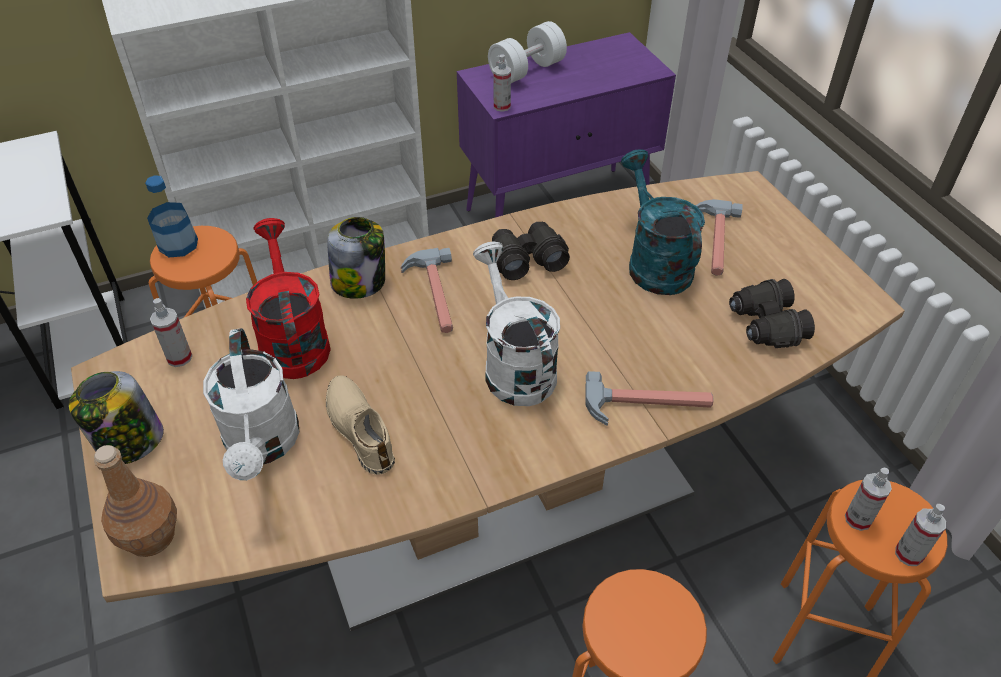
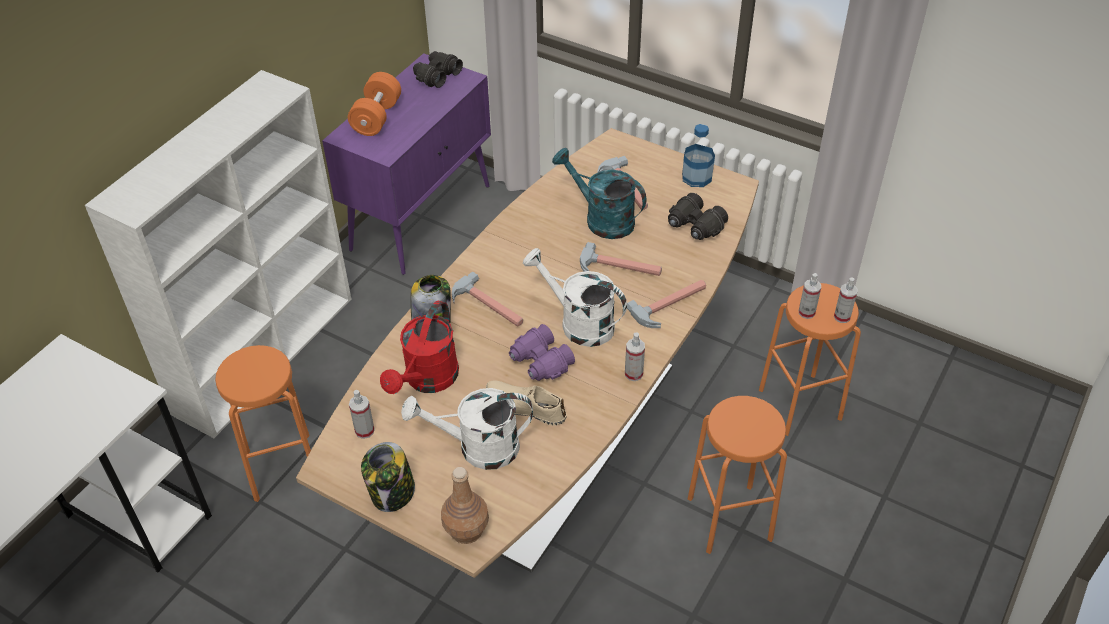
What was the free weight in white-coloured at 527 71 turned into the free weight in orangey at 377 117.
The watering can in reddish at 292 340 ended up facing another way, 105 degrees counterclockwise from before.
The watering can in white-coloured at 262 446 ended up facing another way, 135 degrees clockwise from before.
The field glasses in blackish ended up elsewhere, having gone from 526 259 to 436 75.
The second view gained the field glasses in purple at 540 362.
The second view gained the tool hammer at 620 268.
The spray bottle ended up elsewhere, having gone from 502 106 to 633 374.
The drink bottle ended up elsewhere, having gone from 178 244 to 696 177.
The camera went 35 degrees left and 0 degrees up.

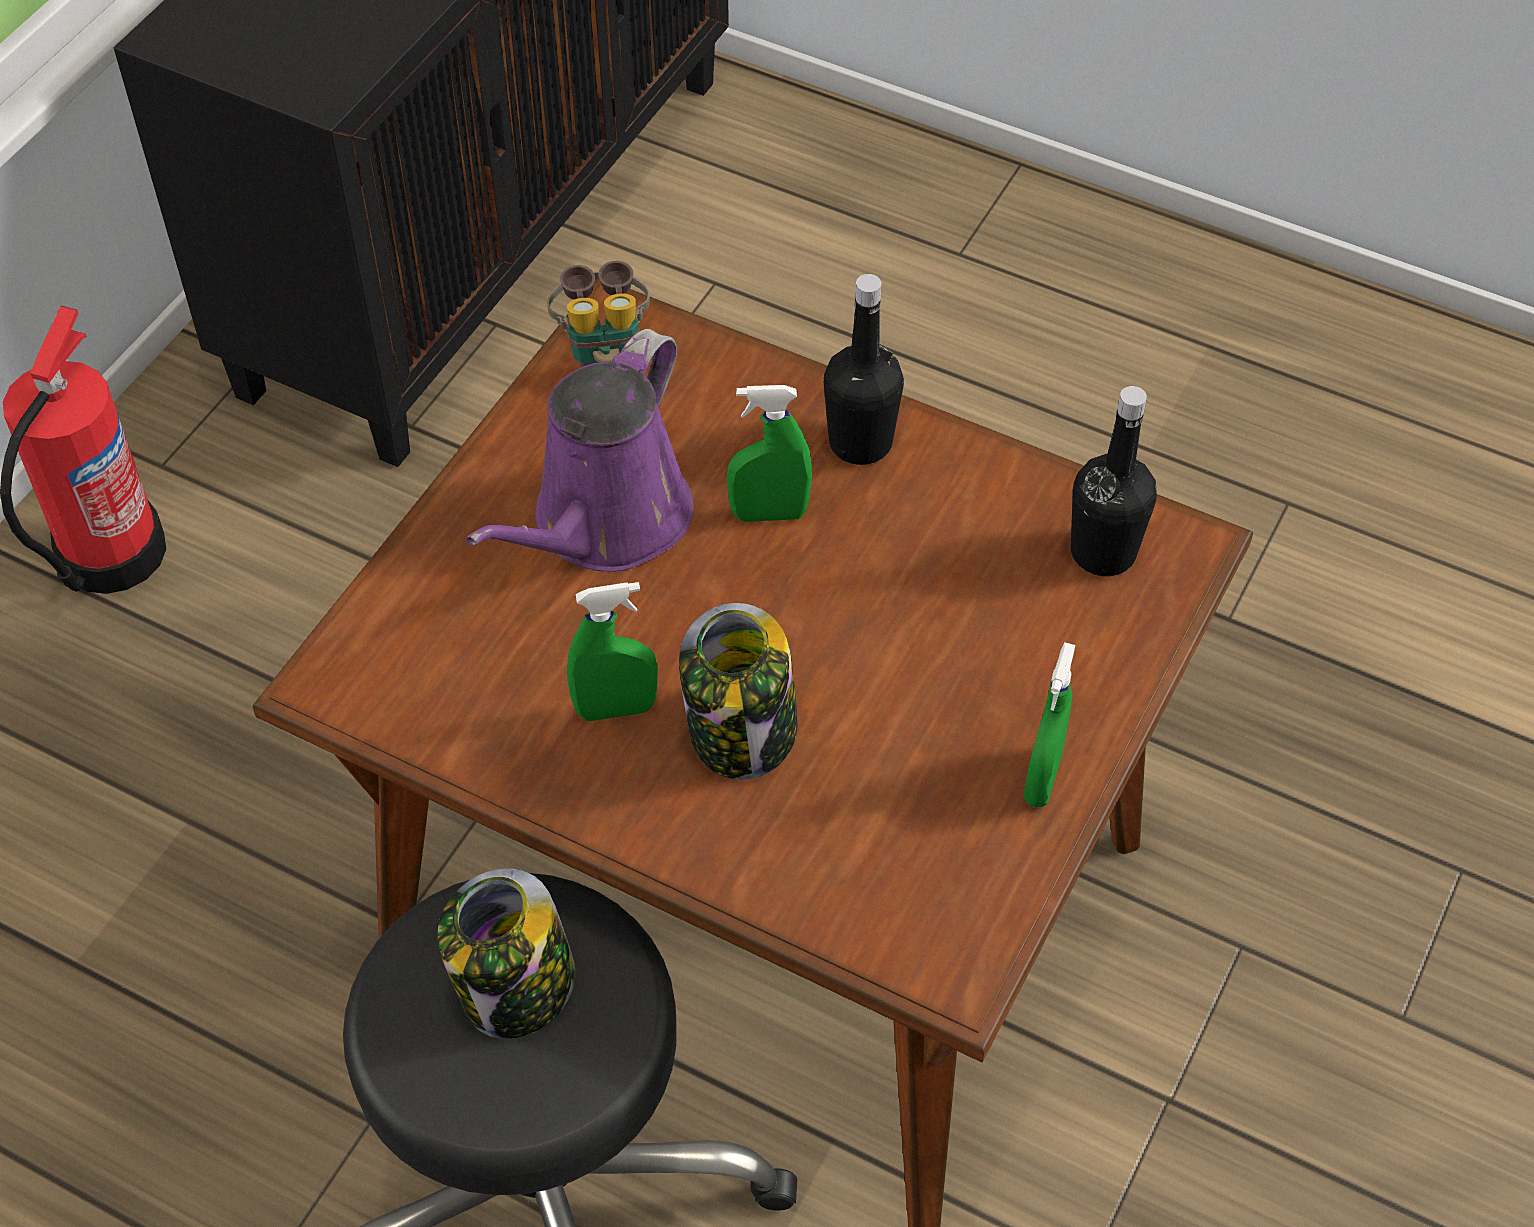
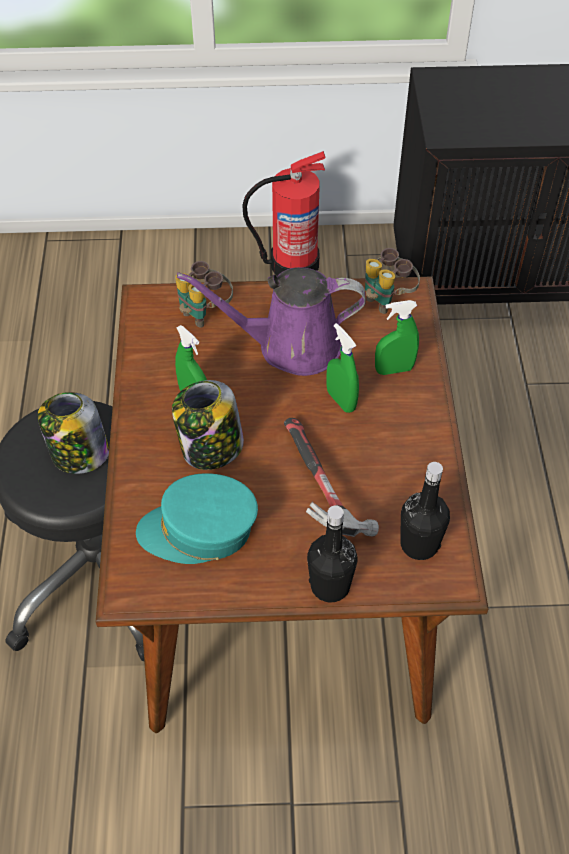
The second view gained the peaked cap in turquoise at 199 530.
The second view gained the field glasses at 204 312.
The second view gained the tool hammer at 321 491.
The drink bottle in blackish ended up elsewhere, having gone from 860 442 to 330 585.
The spray bottle in green-coloured ended up elsewhere, having gone from 1042 778 to 394 369.
The camera went 60 degrees right and 0 degrees up.

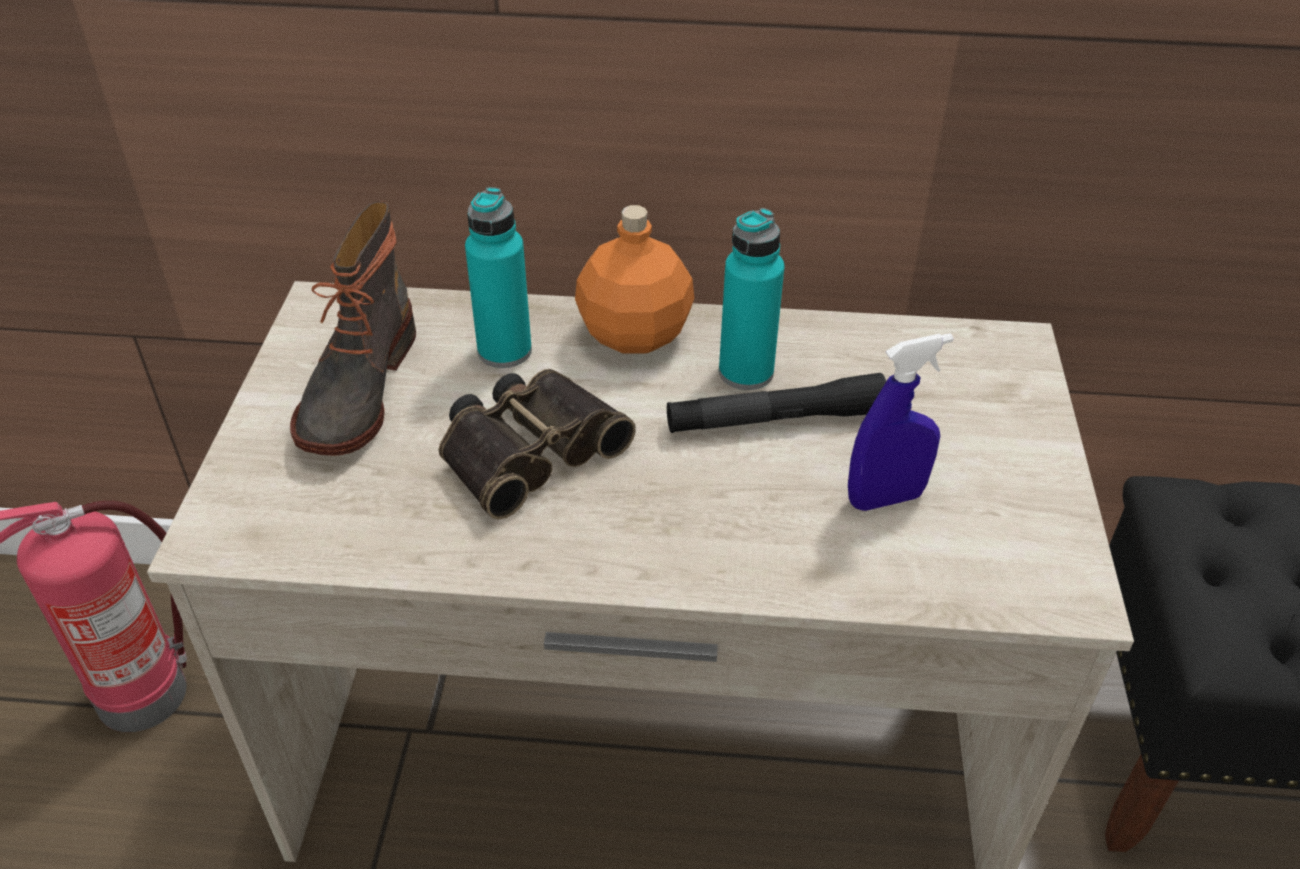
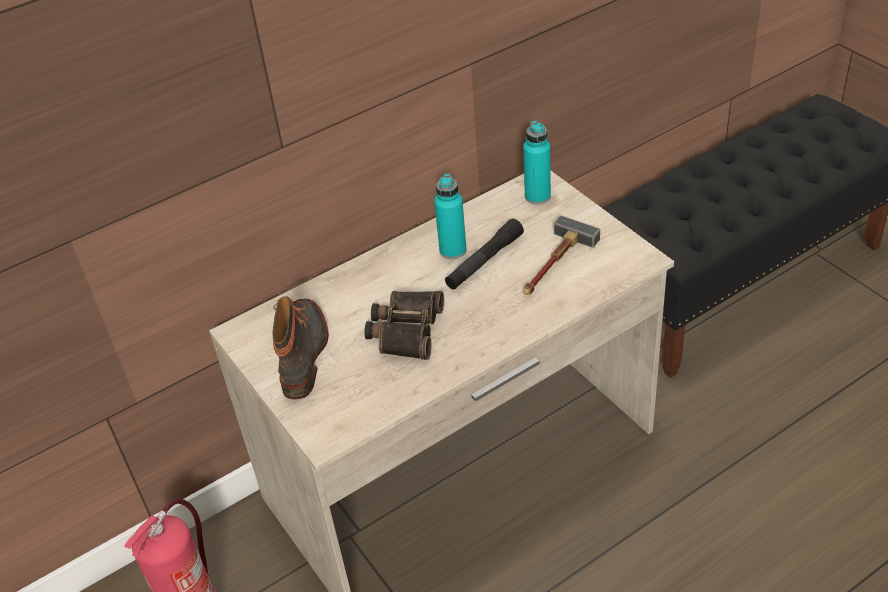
The high-top boot at 356 389 ended up facing another way, 150 degrees counterclockwise from before.
The drink bottle in turquoise ended up elsewhere, having gone from 504 351 to 537 196.
Where the spray bottle in bluish stood at 885 498, the tool hammer came to stand at 553 265.
The second view lost the drink bottle in orangey at 635 335.
The camera went 35 degrees left and 0 degrees up.

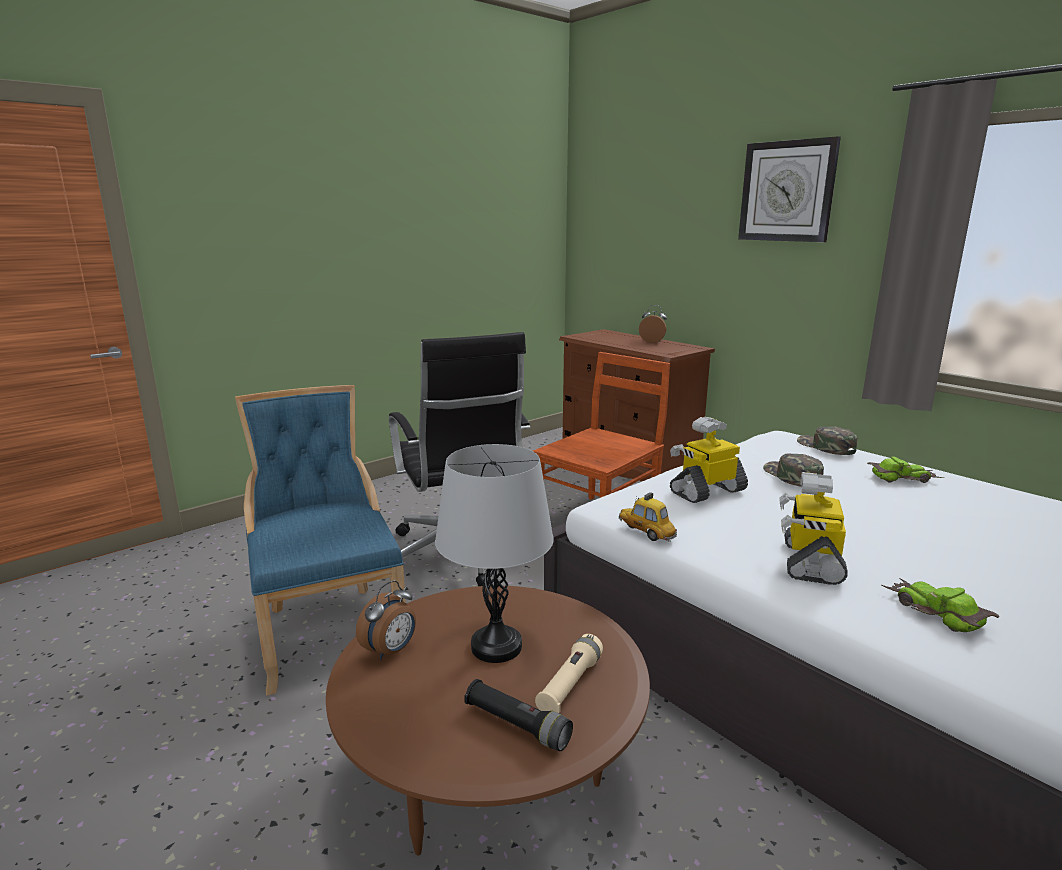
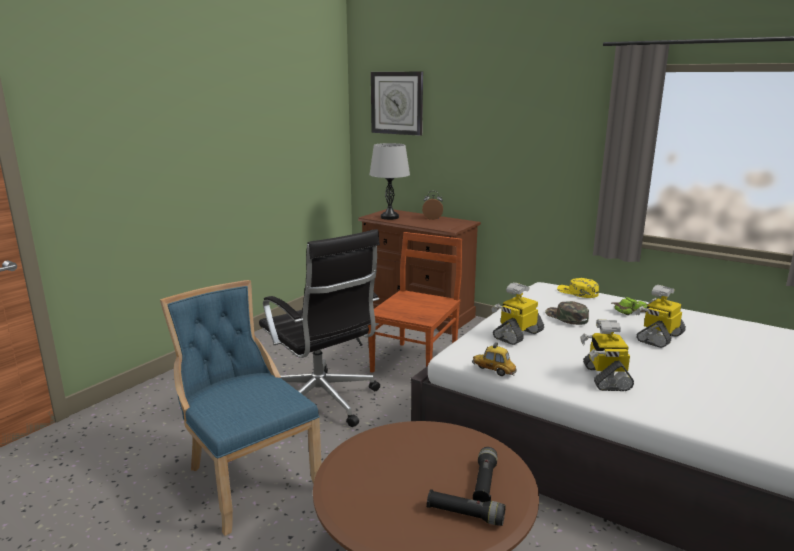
The table lamp in grey ended up elsewhere, having gone from 496 646 to 389 217.
The hanging clock ended up elsewhere, having gone from 787 191 to 397 103.
What was the torch in sand-coloured at 570 684 turned into the torch in blackish at 484 483.
What was the peaked cap in green-coloured at 825 446 turned into the peaked cap in yellow-coloured at 577 292.
The second view gained the toy robot at 659 337.
The second view lost the bedside clock at 391 651.
The second view lost the model car at 935 611.
The camera went 15 degrees left and 0 degrees up.

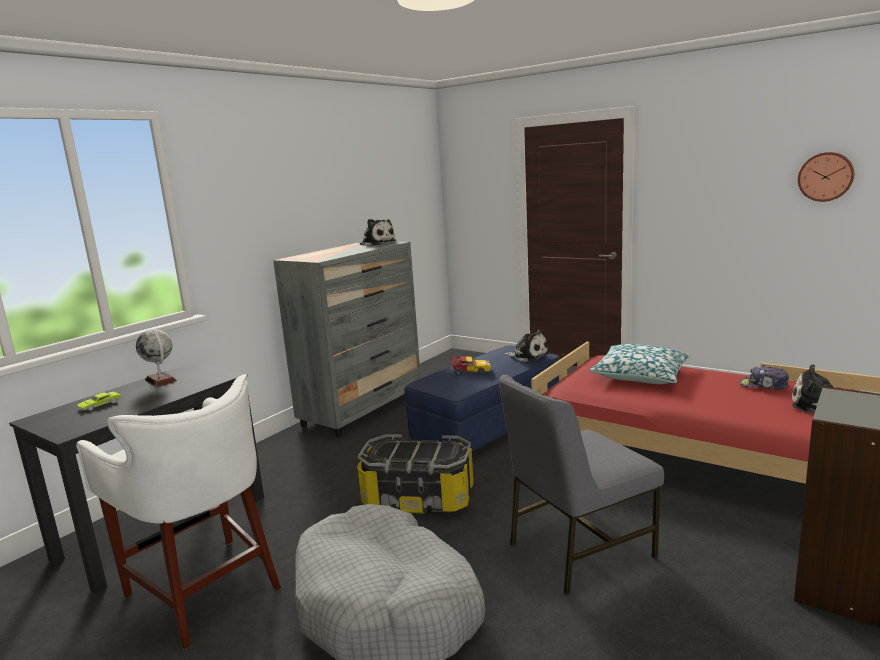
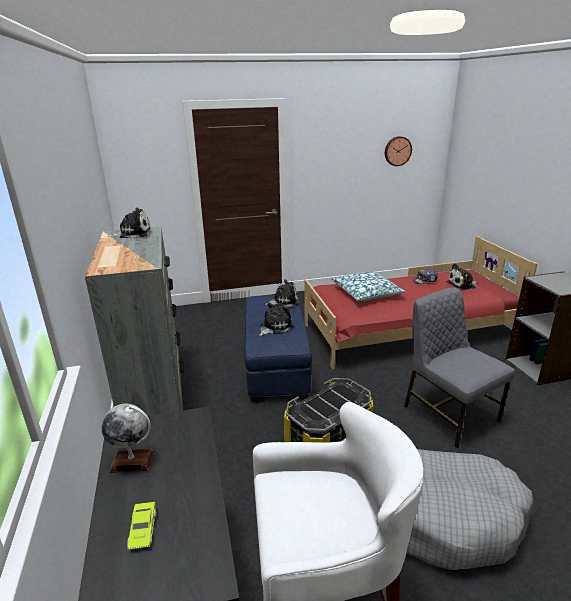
Where the model car stood at 470 371, the plush toy came to stand at 274 327.
The chair in grey at 577 550 ended up facing another way, 135 degrees clockwise from before.
The camera went 50 degrees left and 10 degrees up.

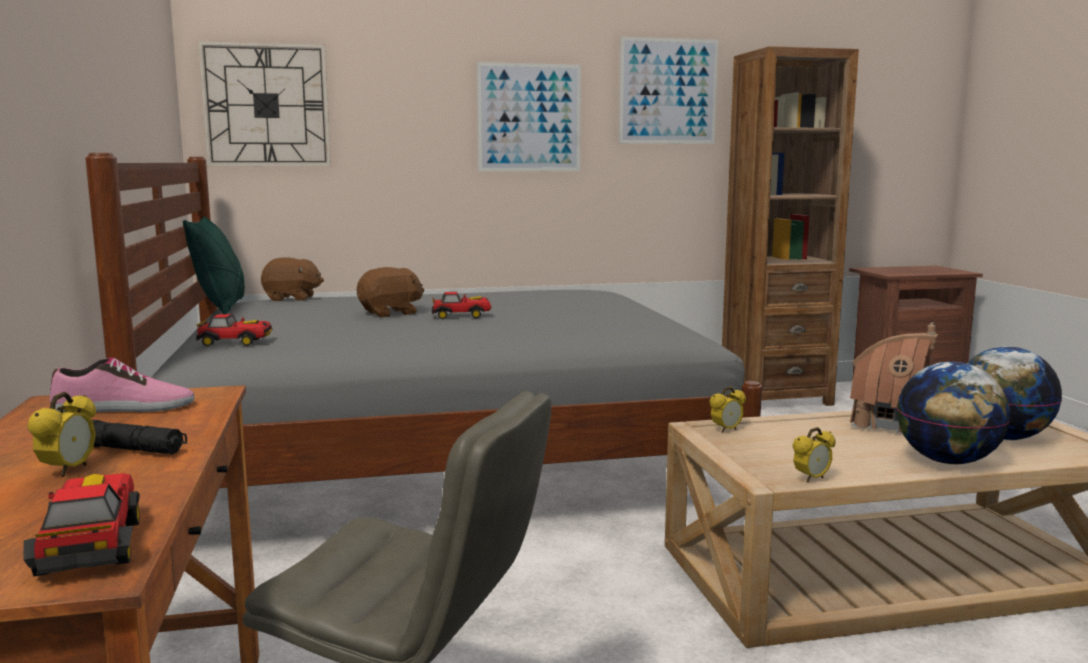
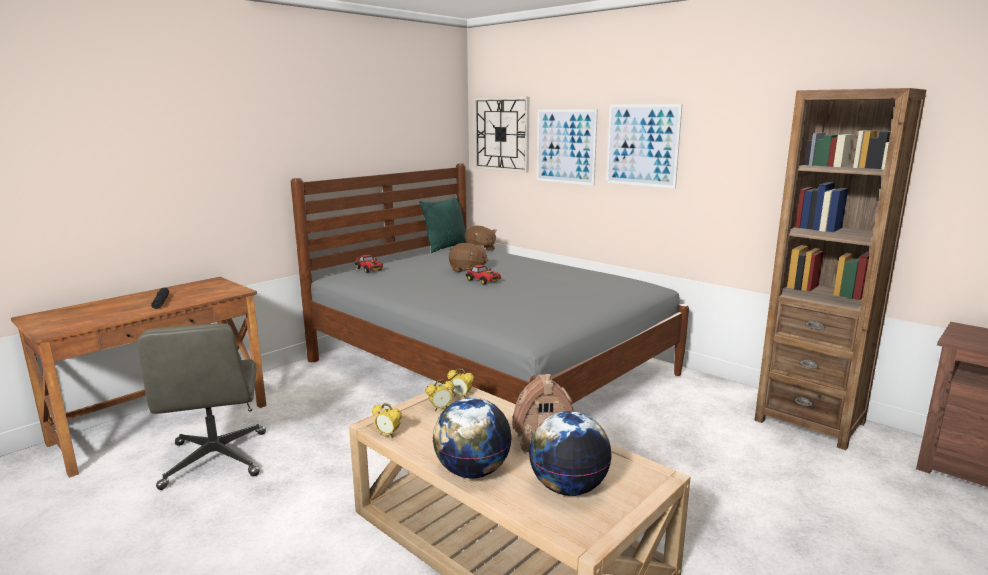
The bedside clock ended up elsewhere, having gone from 69 471 to 440 408.
The wall picture ended up elsewhere, having gone from 668 91 to 566 146.
The second view lost the model car at 92 545.
The second view lost the low shoe at 124 408.
The camera went 55 degrees right and 5 degrees up.

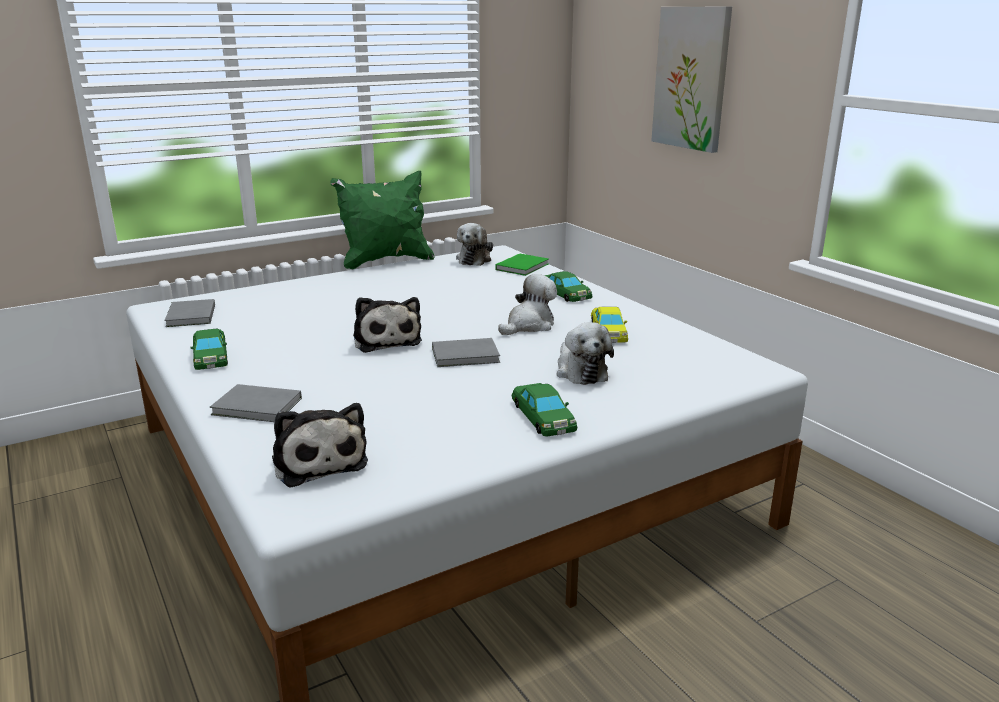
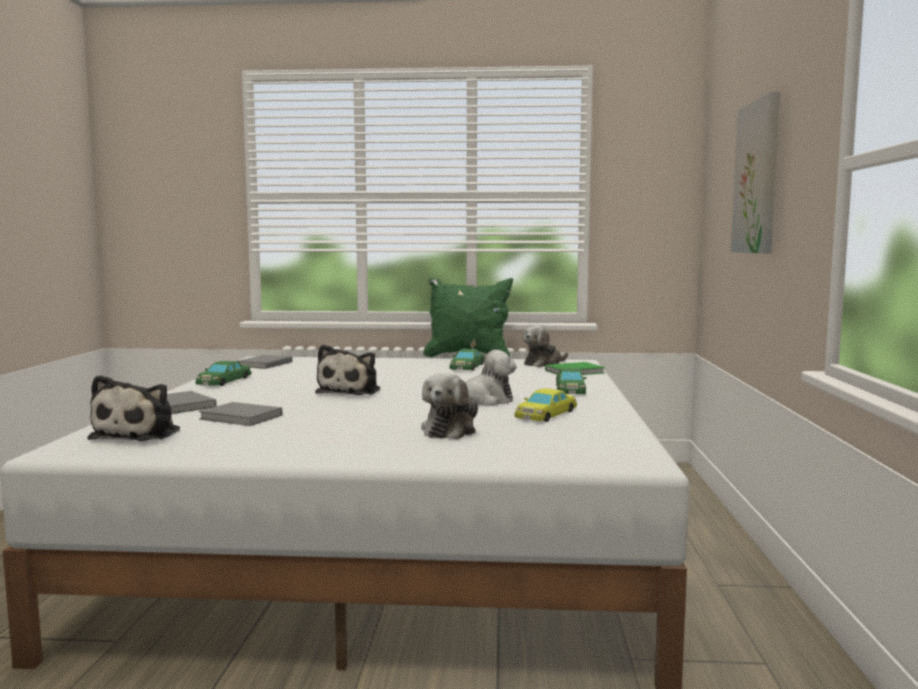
The bound book in grey ended up elsewhere, having gone from 467 356 to 242 417.
The model car in green-coloured ended up elsewhere, having gone from 543 416 to 467 367.
The camera went 35 degrees right and 15 degrees down.

